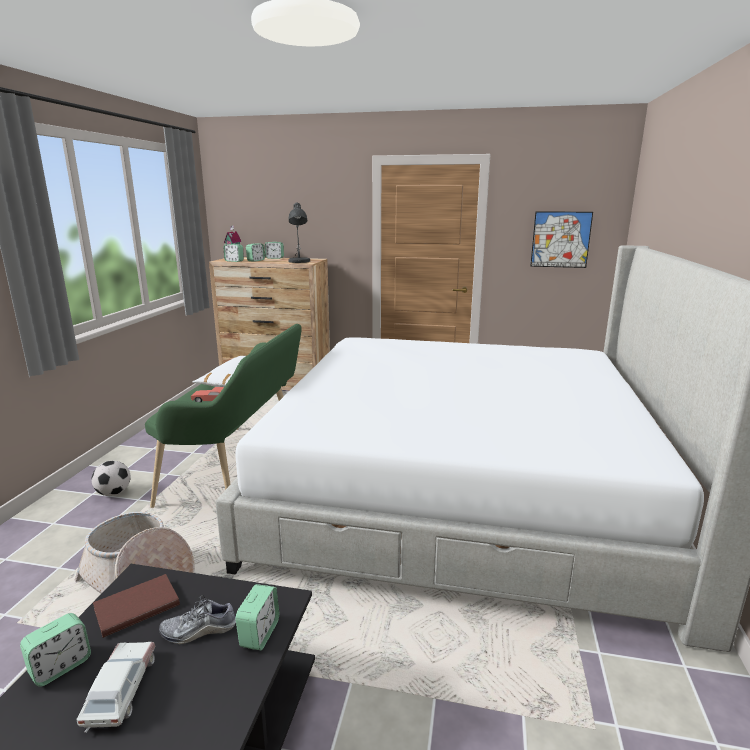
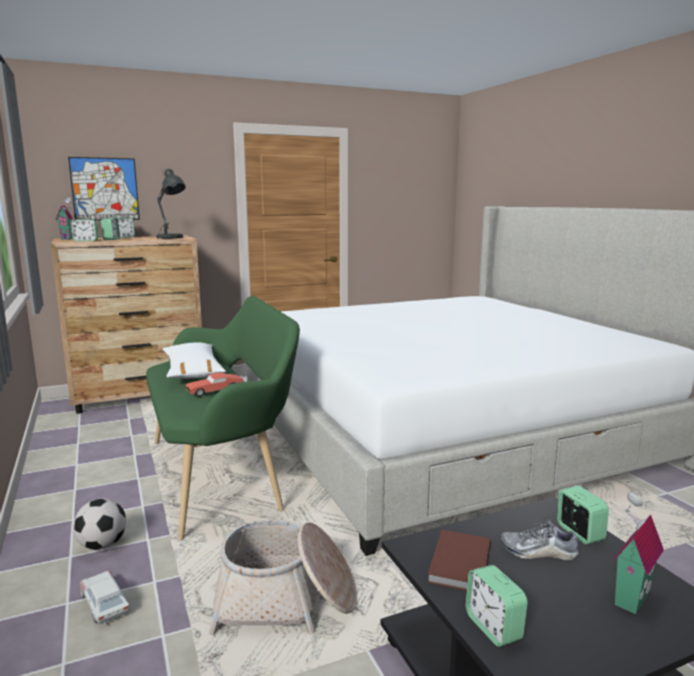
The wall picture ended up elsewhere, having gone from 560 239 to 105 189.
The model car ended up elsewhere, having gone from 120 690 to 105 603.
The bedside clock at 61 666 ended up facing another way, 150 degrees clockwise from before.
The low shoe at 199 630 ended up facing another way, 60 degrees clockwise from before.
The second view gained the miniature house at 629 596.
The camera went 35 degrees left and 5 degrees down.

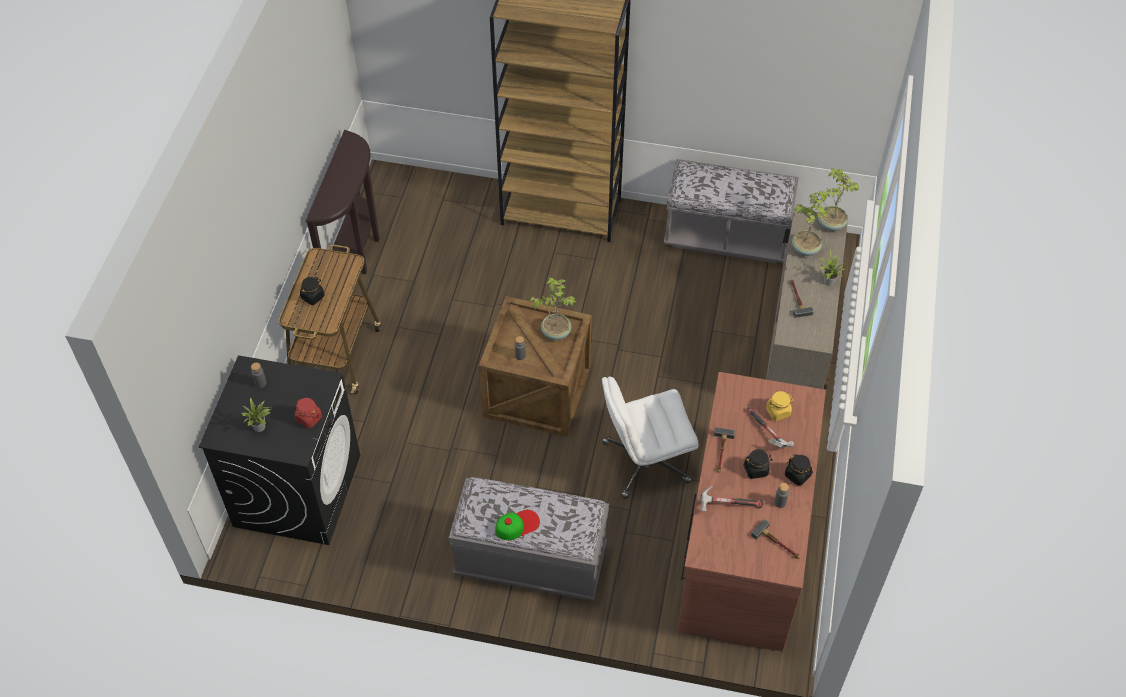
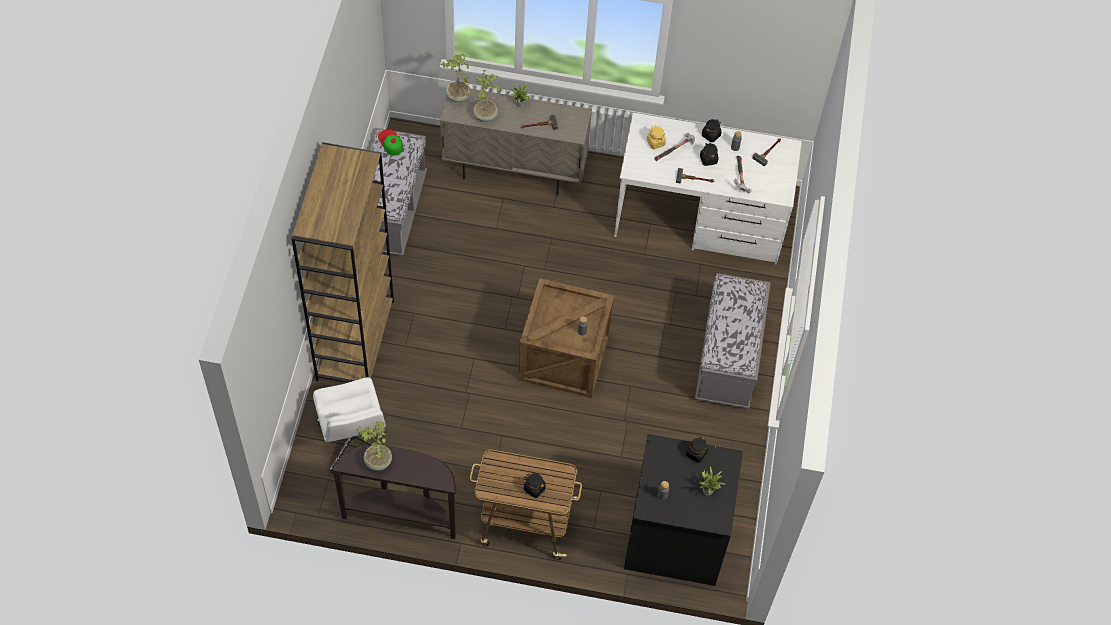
The desk chair in white-coloured ended up elsewhere, having gone from 645 462 to 354 441.
The plant in a pot ended up elsewhere, having gone from 555 332 to 377 462.
The peaked cap ended up elsewhere, having gone from 517 525 to 390 142.
What was the desk unit in brown at 743 544 turned into the desk unit in white-coloured at 700 219.
What was the storage jar in reddish at 309 418 turned into the storage jar in blackish at 696 454.
The camera went 95 degrees left and 5 degrees up.

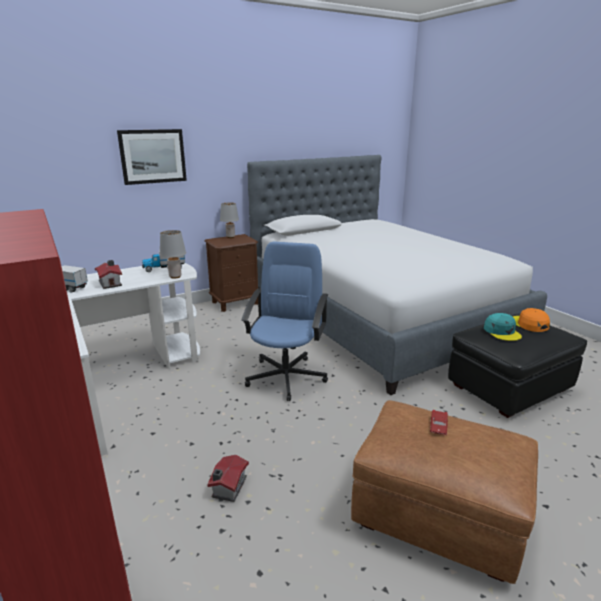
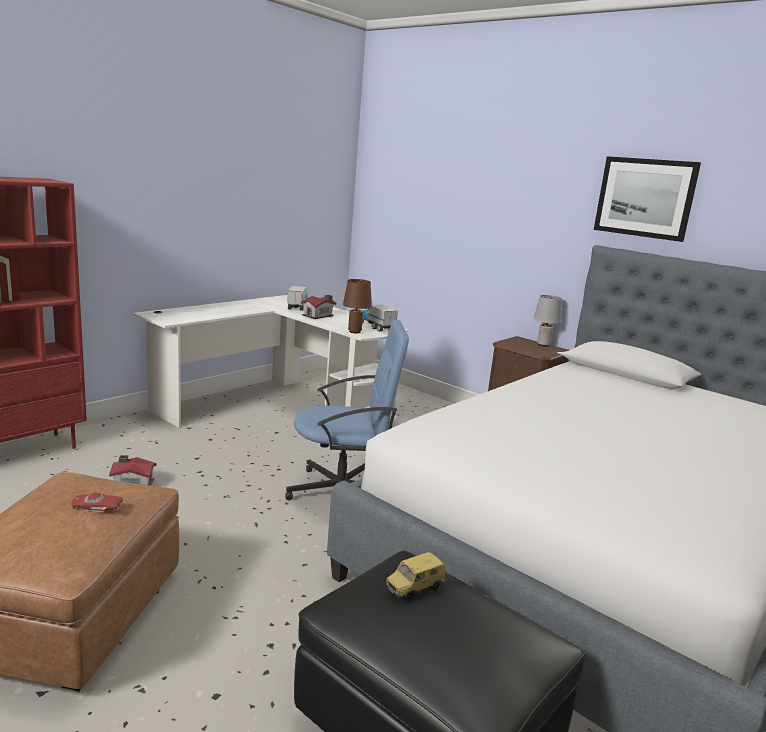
What was the table lamp in grey at 175 276 turned into the table lamp in brown at 354 331.
Where the peaked cap in turquoise stood at 502 332, the model car came to stand at 415 590.
The wall picture ended up elsewhere, having gone from 153 156 to 645 198.
The second view lost the peaked cap in orangey at 529 324.
The camera went 70 degrees right and 5 degrees down.

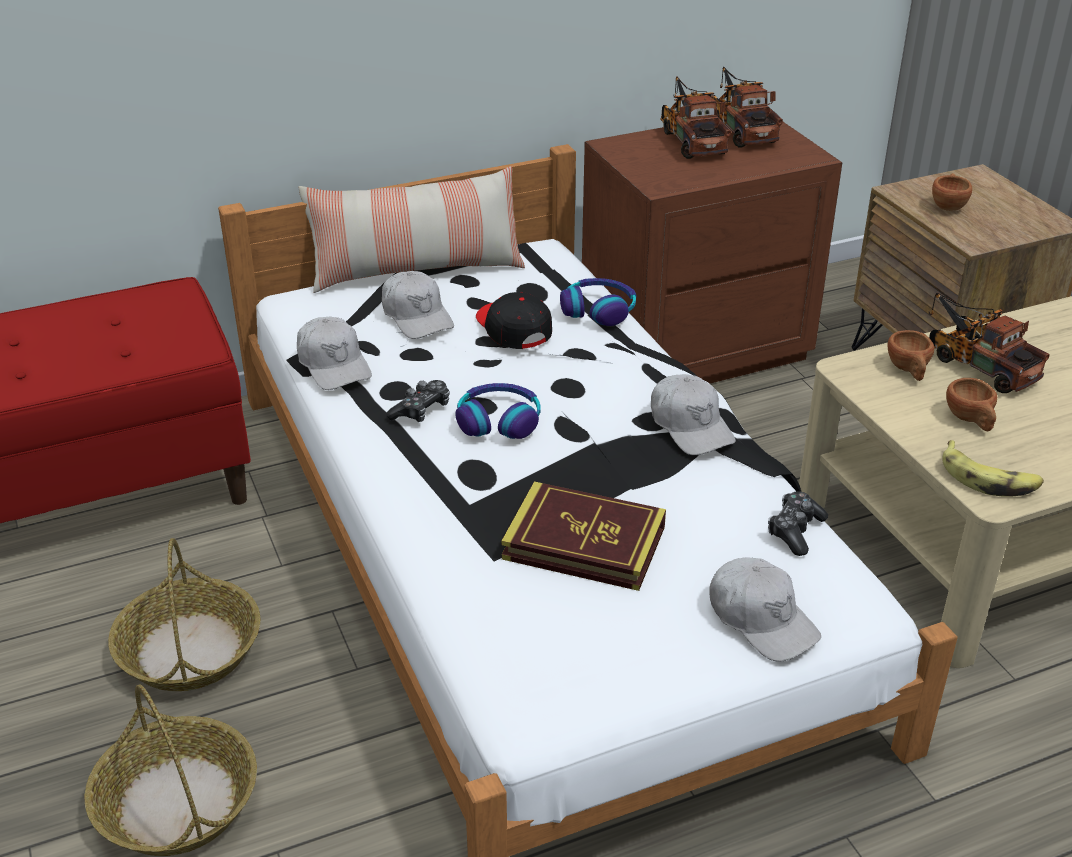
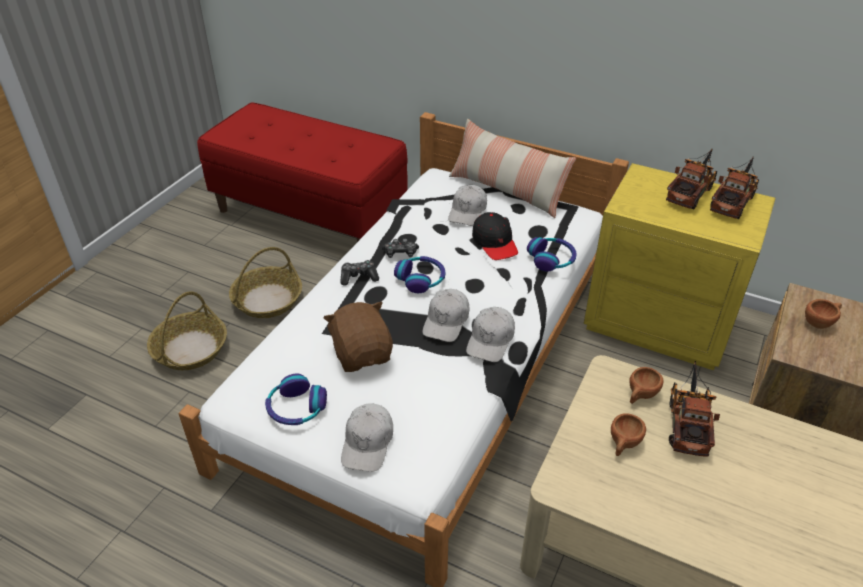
The second view gained the headset at 296 408.
Where the bound book stood at 584 543, the plush toy in brown came to stand at 362 354.
The gamepad ended up elsewhere, having gone from 795 531 to 359 277.
The peaked cap in white-coloured ended up elsewhere, having gone from 334 364 to 446 321.
The peaked cap in blackish at 513 329 ended up facing another way, 135 degrees clockwise from before.
What was the nightstand in brown at 693 347 turned into the nightstand in yellow-coloured at 659 322.
The second view lost the banana at 989 479.
The camera went 50 degrees right and 5 degrees up.

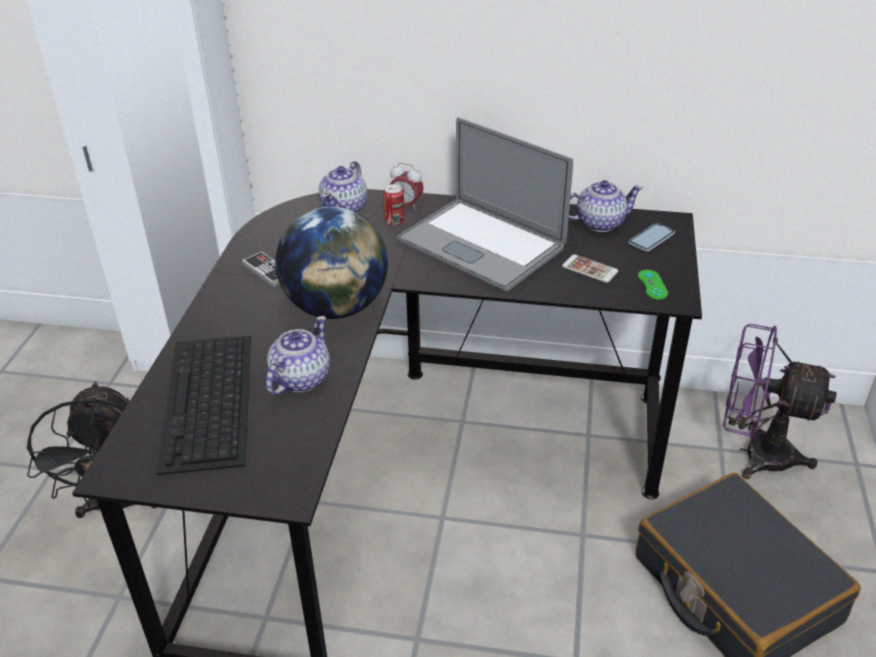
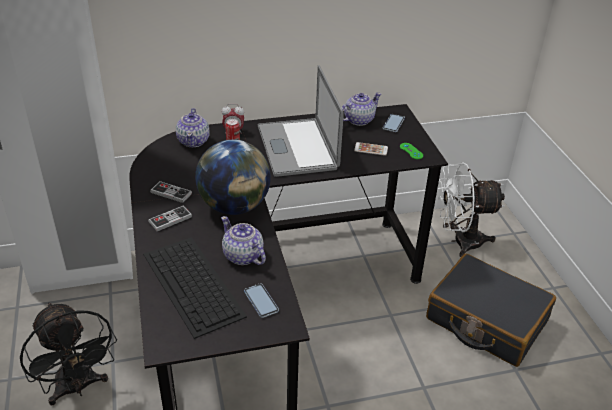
The second view gained the gamepad at 170 219.
The teapot at 299 379 ended up facing another way, 45 degrees counterclockwise from before.
The second view gained the handset at 261 301.
The notebook computer at 481 244 ended up facing another way, 60 degrees clockwise from before.
What was the fan in purple at 755 453 turned into the fan in white-coloured at 460 241.
The camera went 25 degrees left and 0 degrees up.

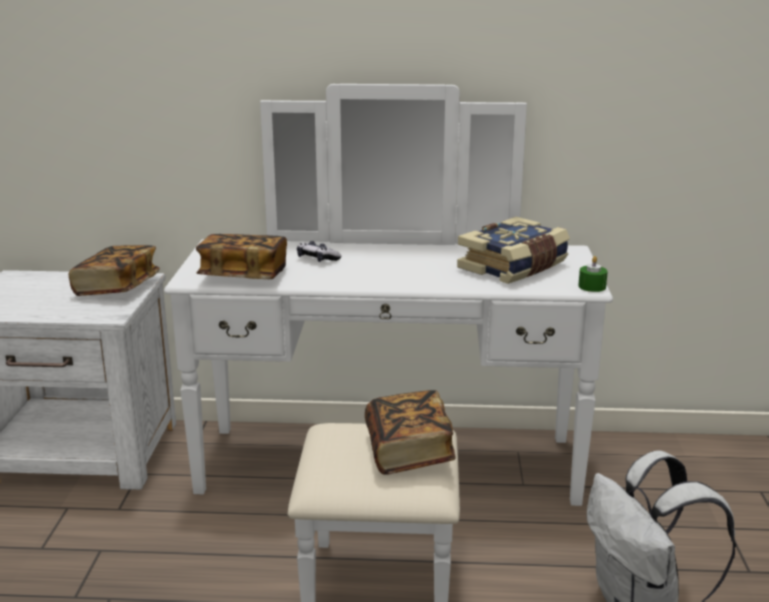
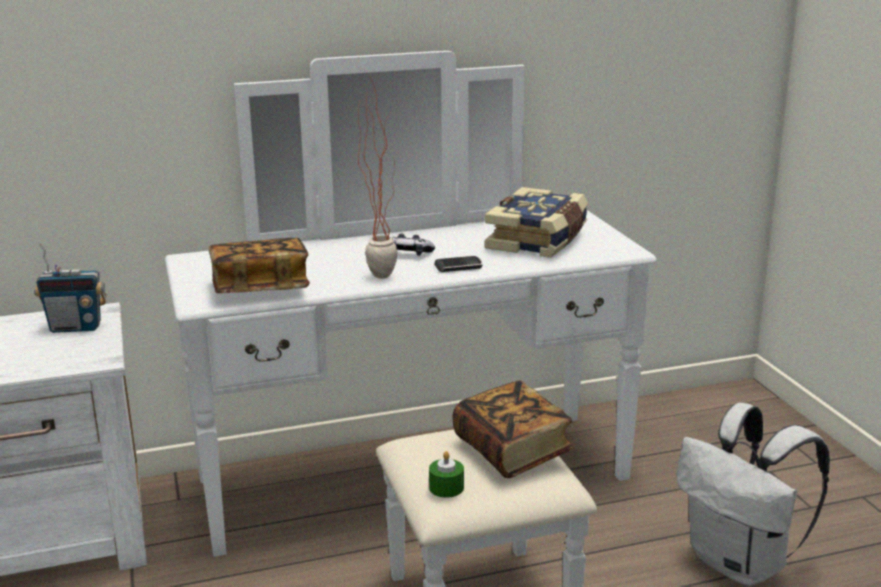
Where the bound book stood at 117 288, the radio receiver came to stand at 76 327.
The second view gained the plant in a pot at 381 273.
The gamepad ended up elsewhere, having gone from 317 259 to 409 253.
The wax light in green-coloured ended up elsewhere, having gone from 592 286 to 446 487.
The second view gained the handset at 458 267.
The camera went 20 degrees left and 0 degrees up.

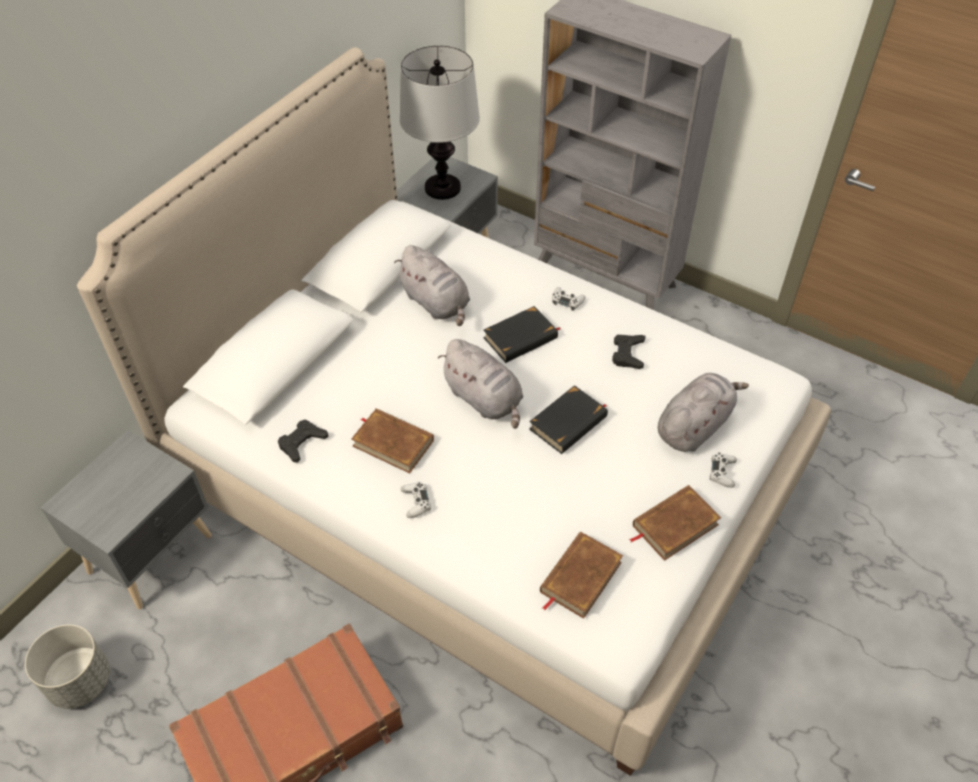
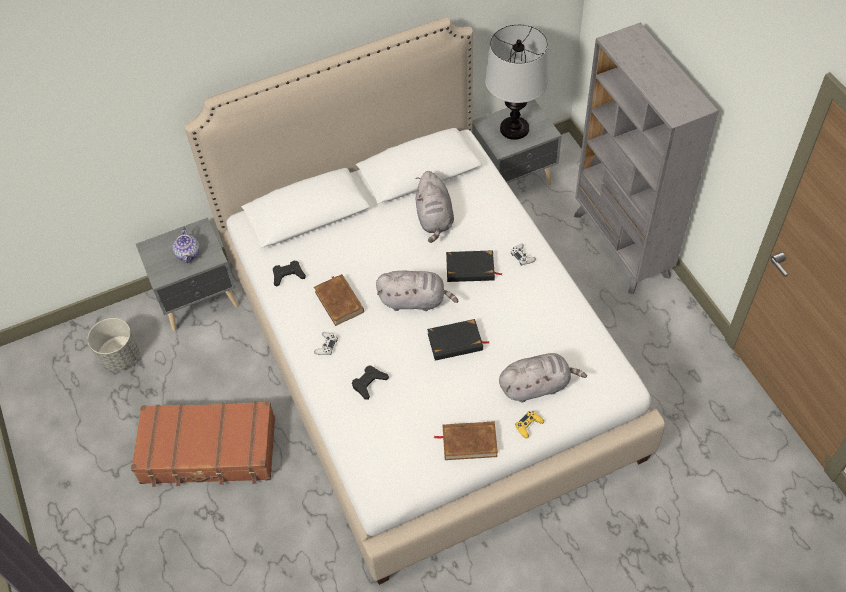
The second view gained the teapot at 188 254.
The gamepad in blackish ended up elsewhere, having gone from 628 354 to 369 383.
The plush toy in grey at 485 399 ended up facing another way, 75 degrees counterclockwise from before.
What was the gamepad in white-coloured at 722 472 turned into the gamepad in yellow-coloured at 528 425.
The second view lost the bound book in brown at 580 577.
The camera went 35 degrees right and 5 degrees up.

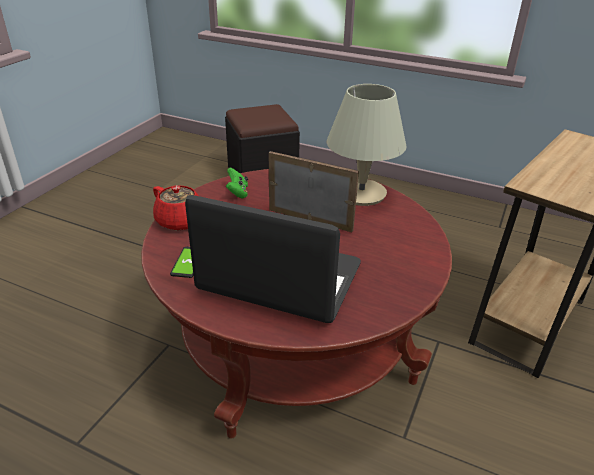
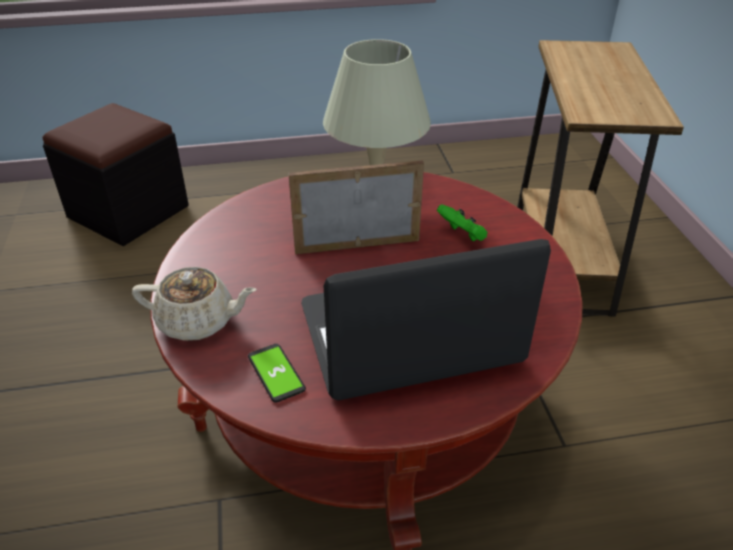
What was the teapot in reddish at 181 222 turned into the teapot in sand-coloured at 198 322.
The gamepad in green-coloured ended up elsewhere, having gone from 237 193 to 462 235.
The camera went 35 degrees left and 5 degrees up.

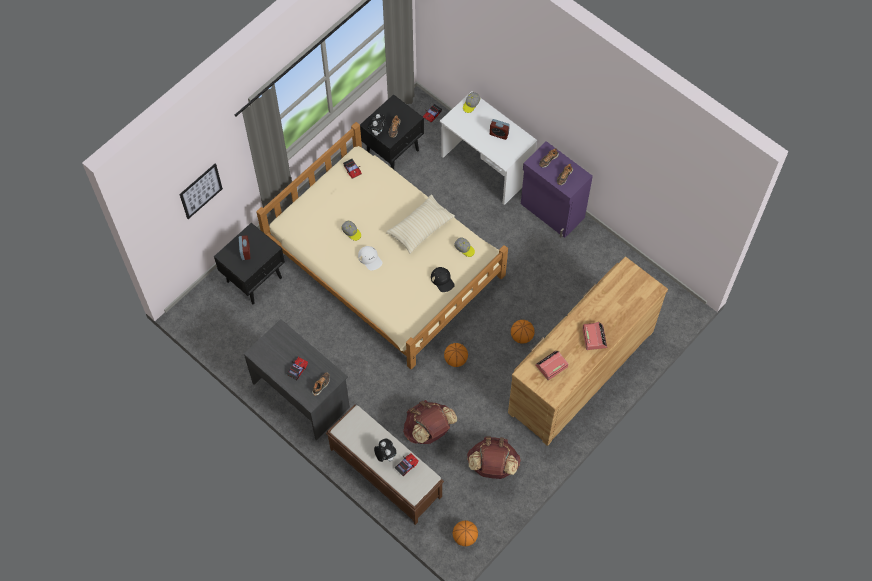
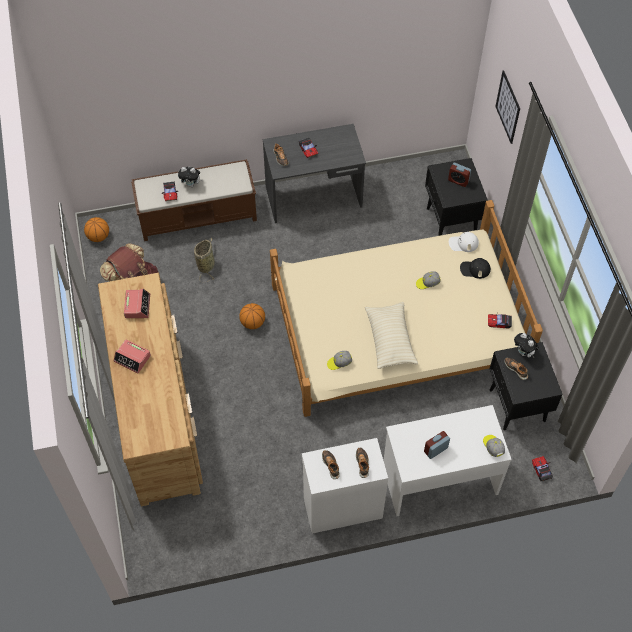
Where the backpack in brown stood at 428 431, the basket came to stand at 206 264.
What was the cabinet in purple at 552 211 turned into the cabinet in white-coloured at 341 506.
The peaked cap in white-coloured ended up elsewhere, having gone from 370 259 to 463 243.
The peaked cap in blackish ended up elsewhere, having gone from 442 280 to 475 269.
The second view lost the basketball ball at 521 336.
The camera went 125 degrees right and 5 degrees down.

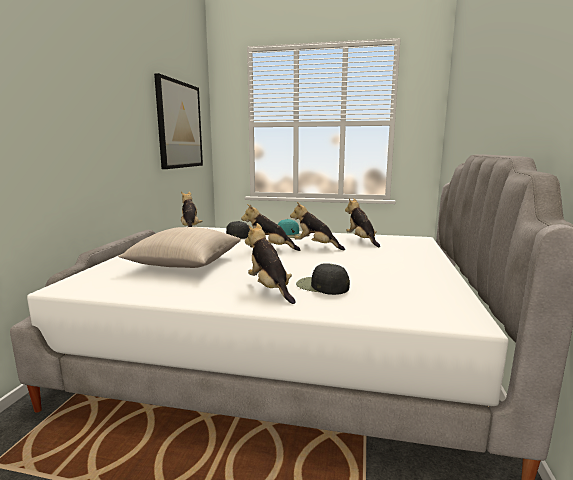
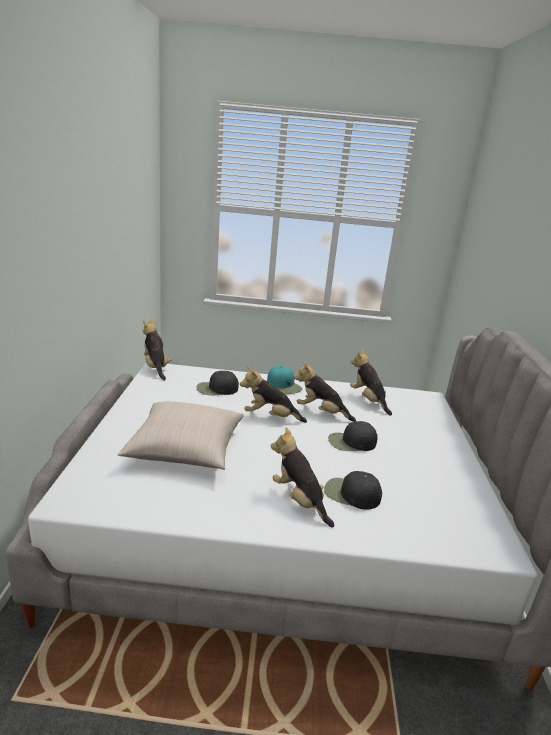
The second view gained the peaked cap in blackish at 351 442.
The second view lost the wall picture at 179 125.
The camera went 10 degrees left and 10 degrees up.

